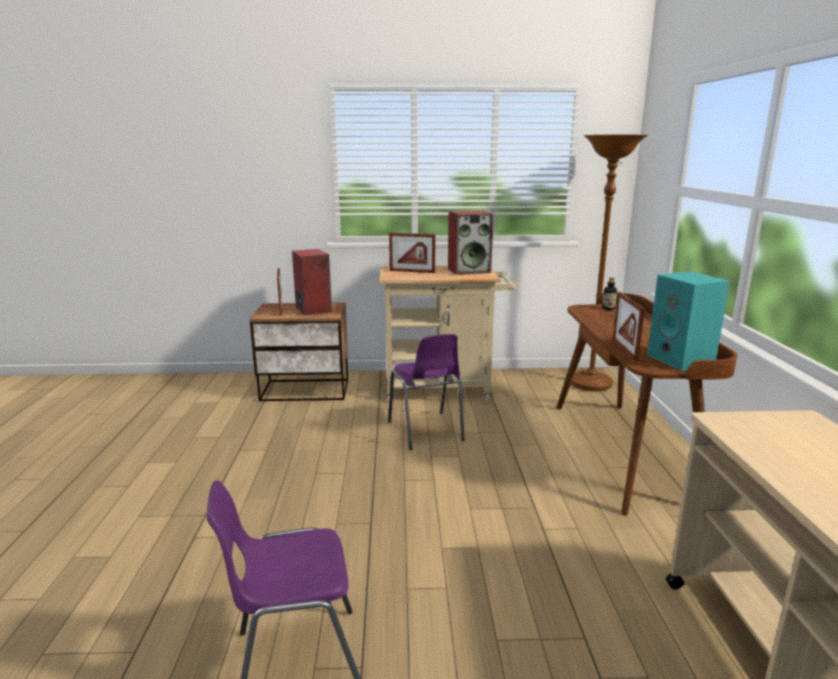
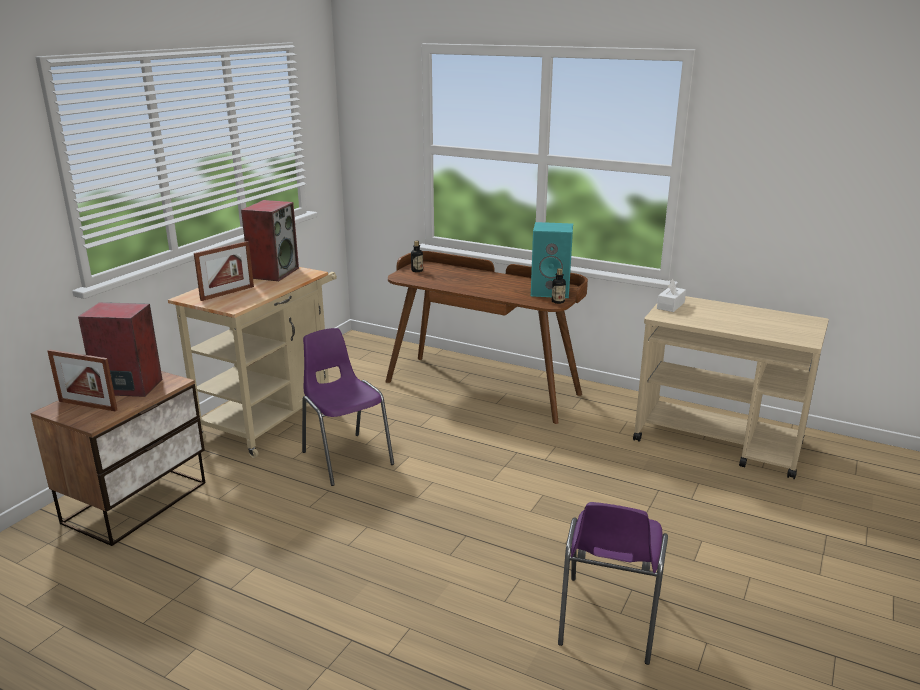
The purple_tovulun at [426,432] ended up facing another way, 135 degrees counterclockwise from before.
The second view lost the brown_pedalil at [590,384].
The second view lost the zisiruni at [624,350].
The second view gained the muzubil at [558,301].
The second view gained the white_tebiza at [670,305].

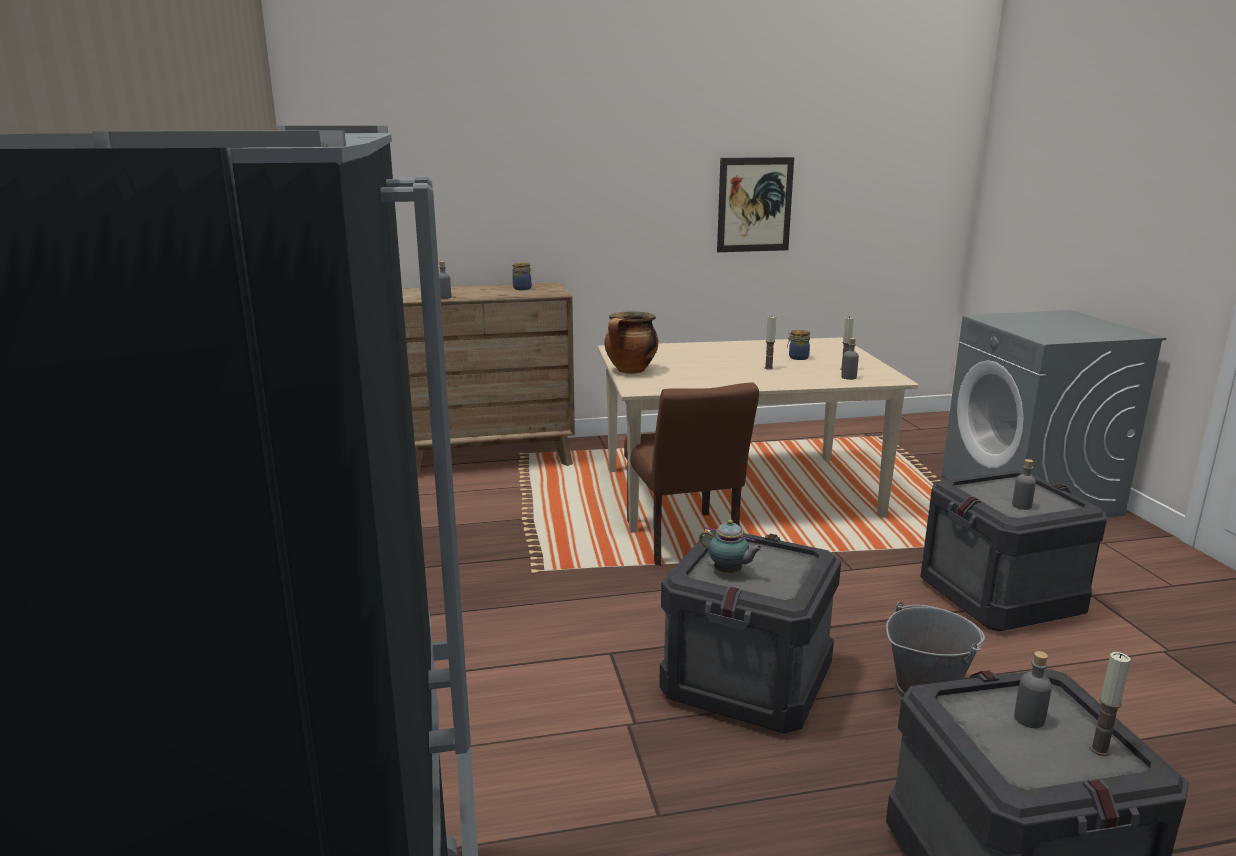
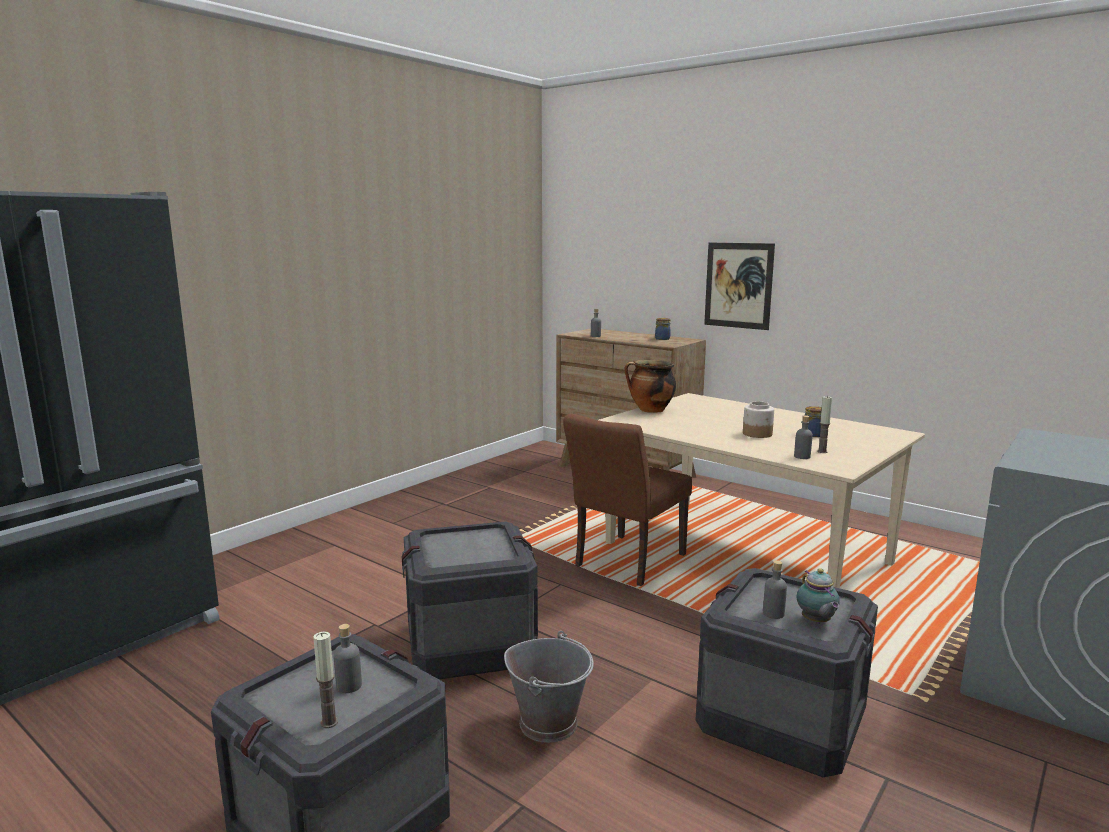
The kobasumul ended up elsewhere, having gone from [729,572] to [816,622].
The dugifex ended up elsewhere, having gone from [754,205] to [738,285].
Where the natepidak stood at [768,368], the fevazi came to stand at [757,434].

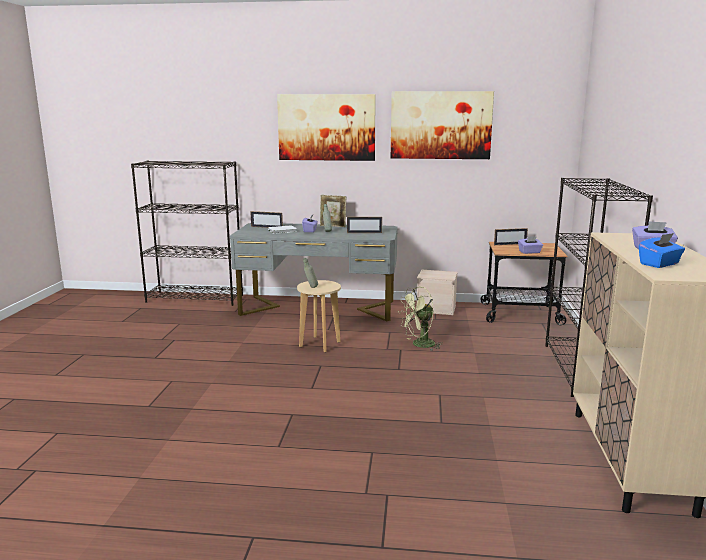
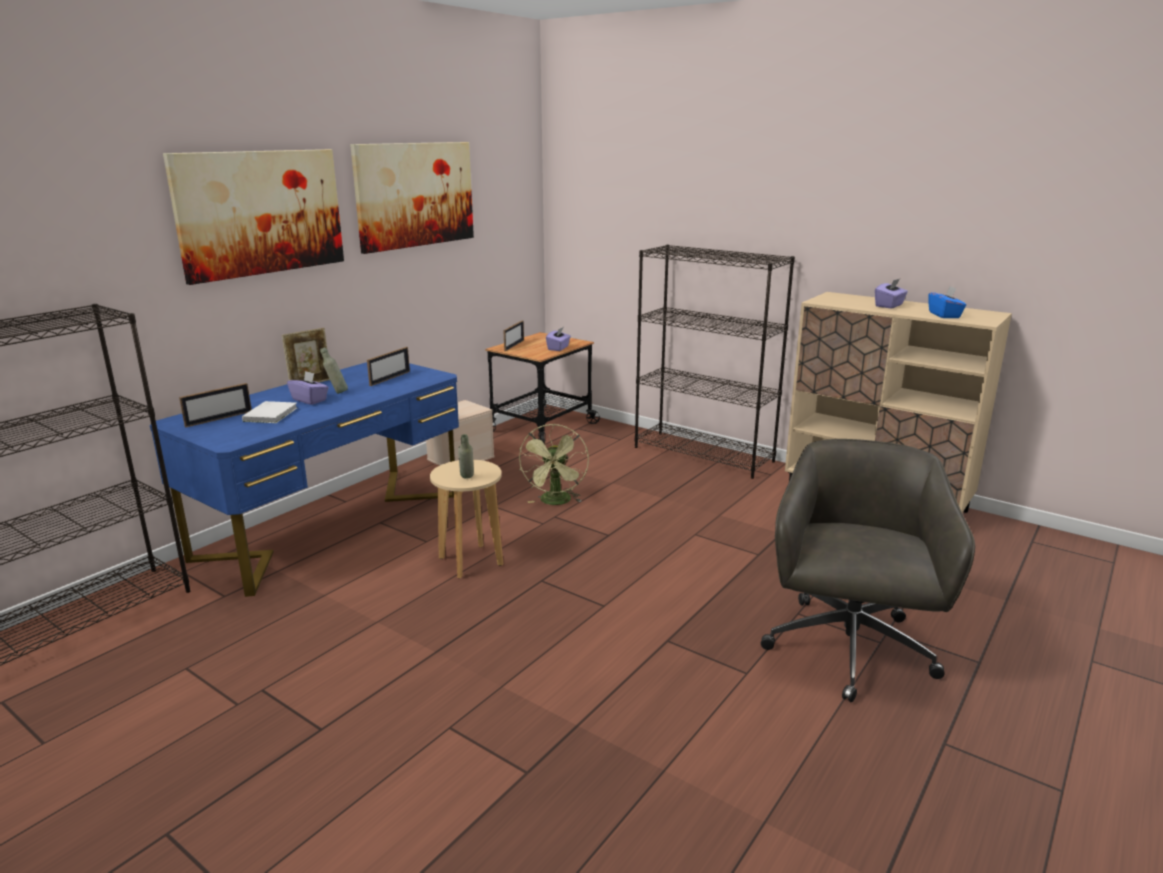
What was the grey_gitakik at [318,308] turned into the blue_gitakik at [333,525].
The second view gained the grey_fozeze at [848,651].

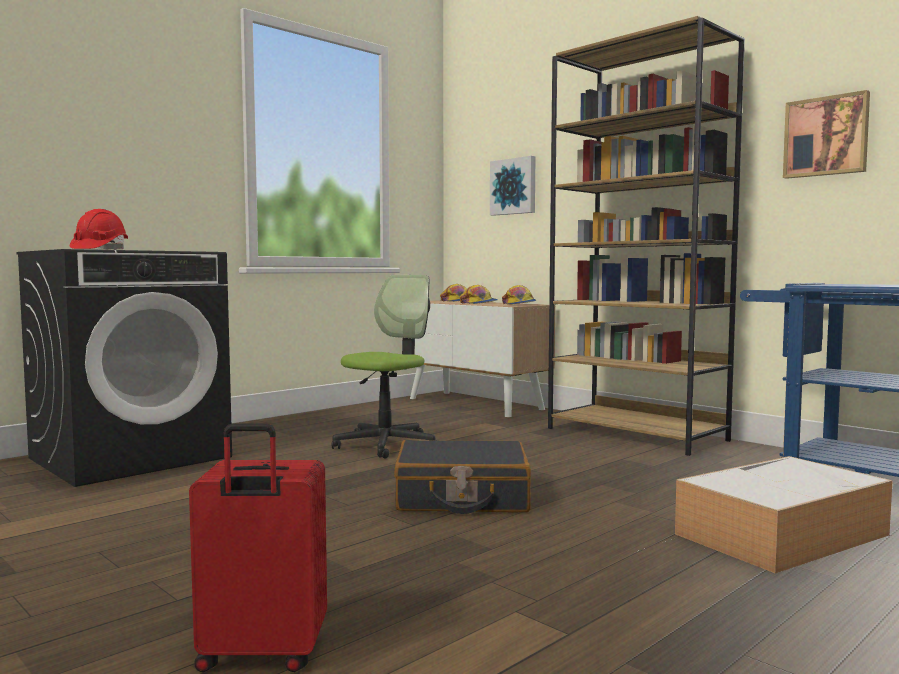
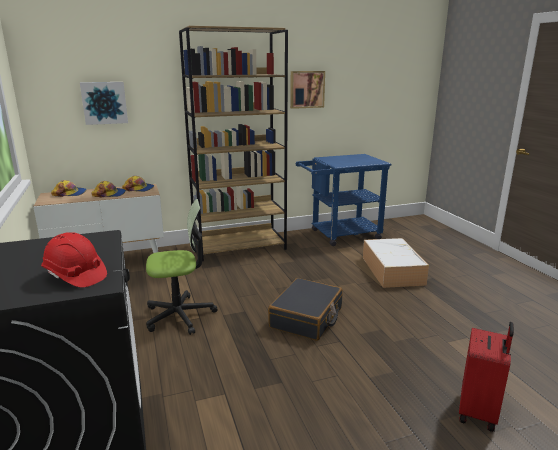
The fozeze at [387,445] ended up facing another way, 105 degrees clockwise from before.

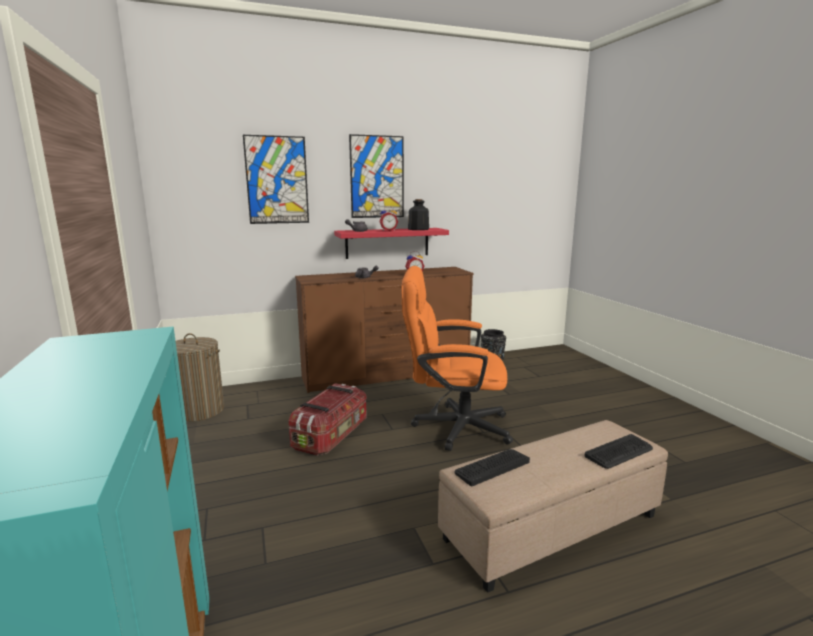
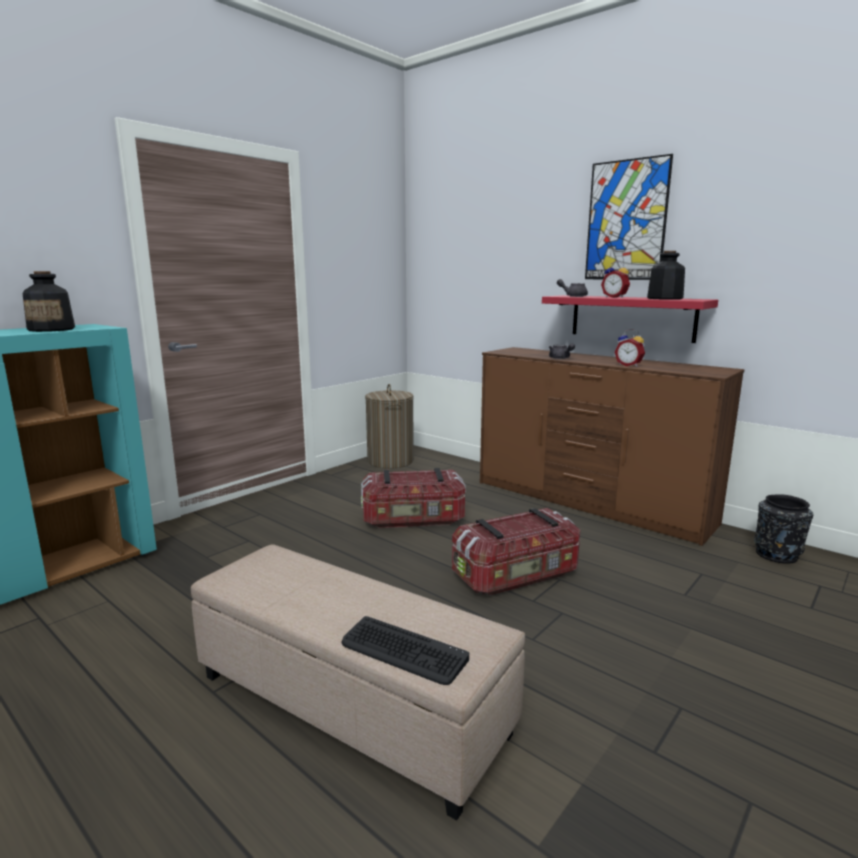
The second view lost the dugifex at [277,180].
Where the orange_fozeze stood at [452,427], the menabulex came to stand at [517,576].
The second view lost the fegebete at [492,467].
The second view gained the muzubil at [52,329].

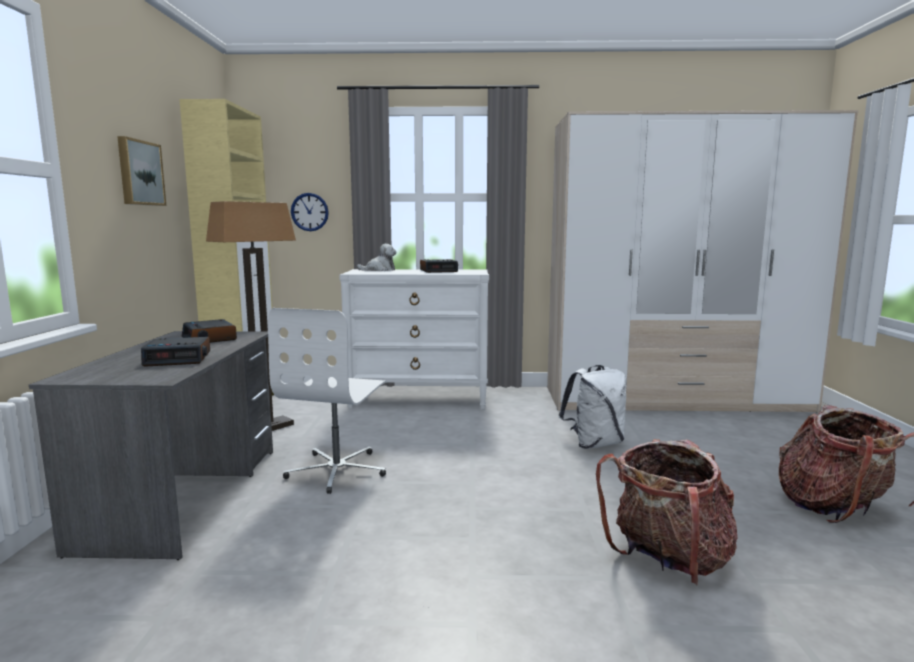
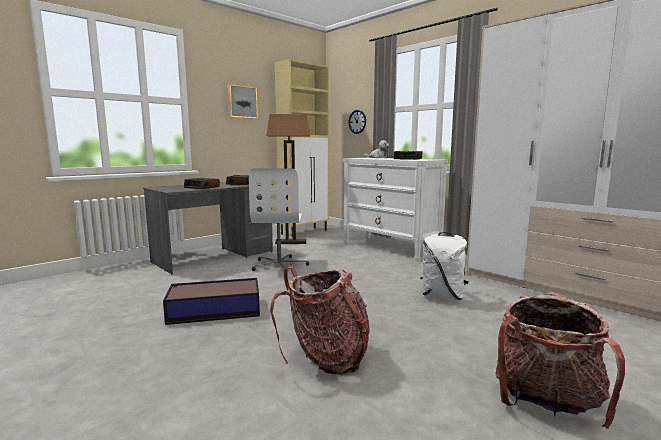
The white_fozeze at [338,470] ended up facing another way, 60 degrees counterclockwise from before.
The second view gained the menabulex at [213,310].

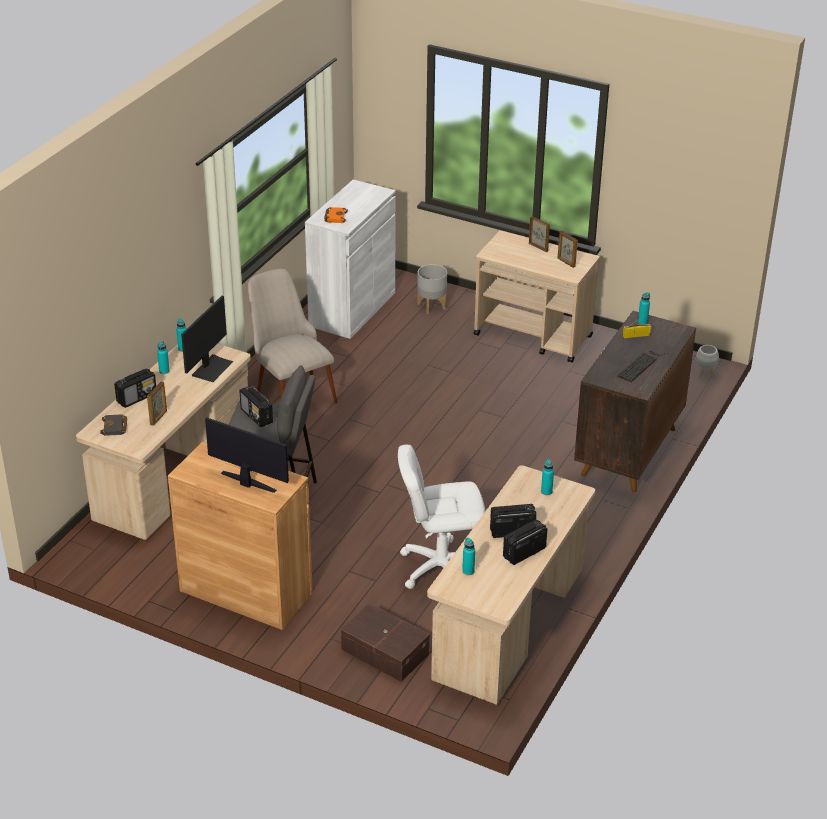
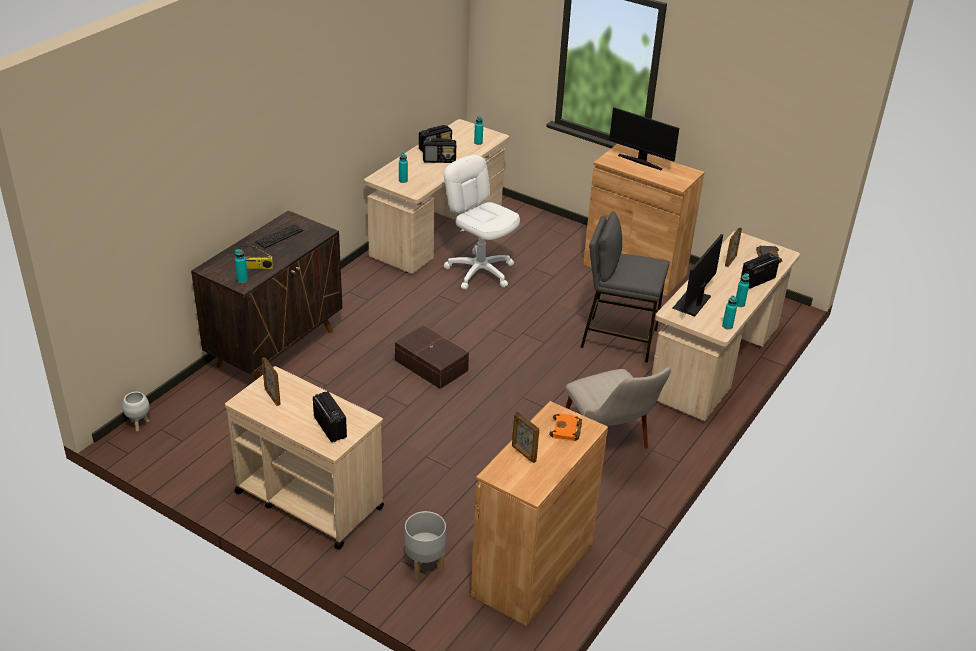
The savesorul ended up elsewhere, having gone from [257,416] to [330,427].
What was the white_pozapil at [352,309] turned into the brown_pozapil at [533,569].
The brown_menabulex ended up elsewhere, having gone from [385,650] to [431,366].
The white_fozeze at [440,568] ended up facing another way, 135 degrees counterclockwise from before.
The zisiruni ended up elsewhere, having gone from [538,247] to [523,453].

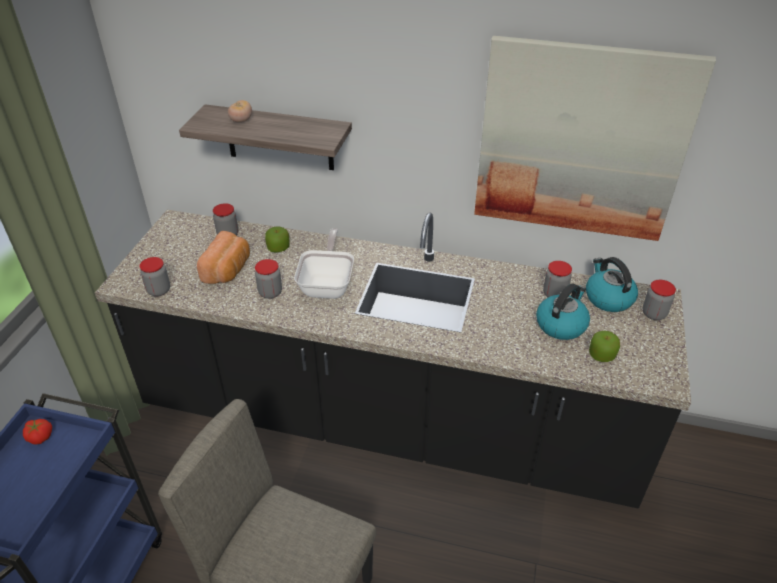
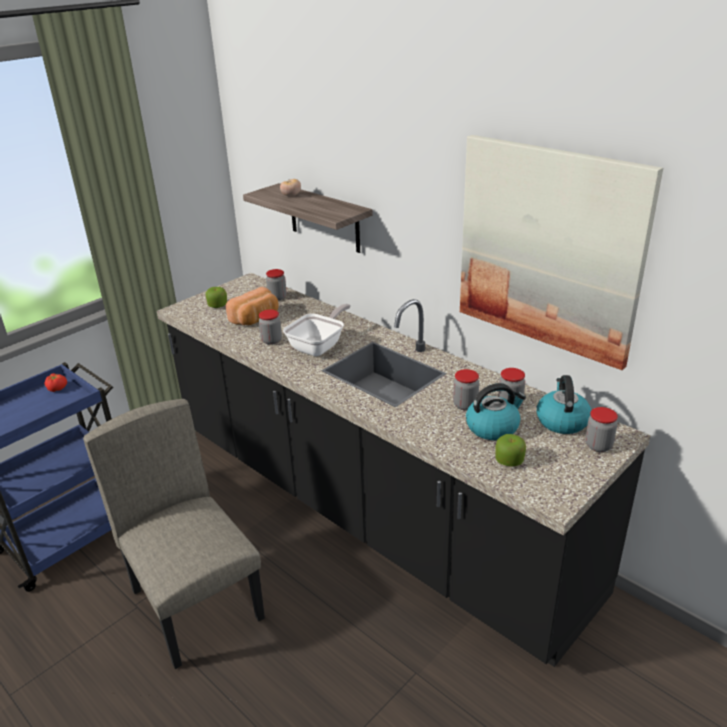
The fevazi ended up elsewhere, having gone from [159,290] to [465,405].
The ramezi ended up elsewhere, having gone from [278,248] to [217,305].

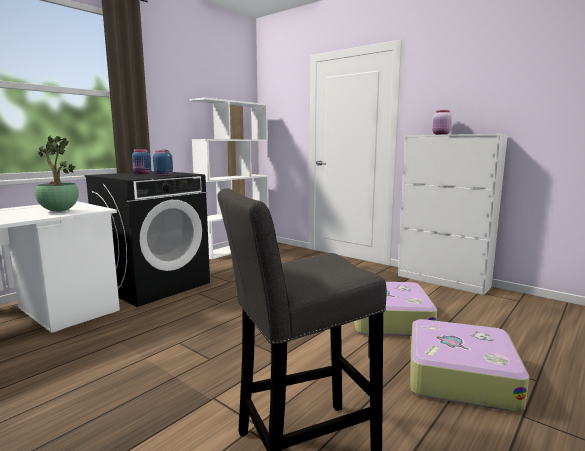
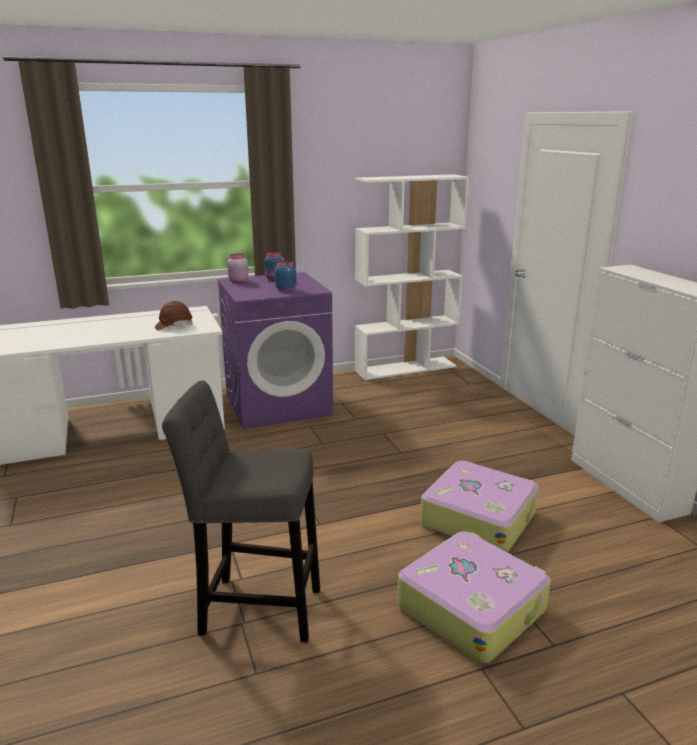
Where the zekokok stood at [58,211], the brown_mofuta came to stand at [174,326].
What was the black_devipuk at [155,285] turned into the purple_devipuk at [278,404].
The pink_fevazi ended up elsewhere, having gone from [441,134] to [238,281].

